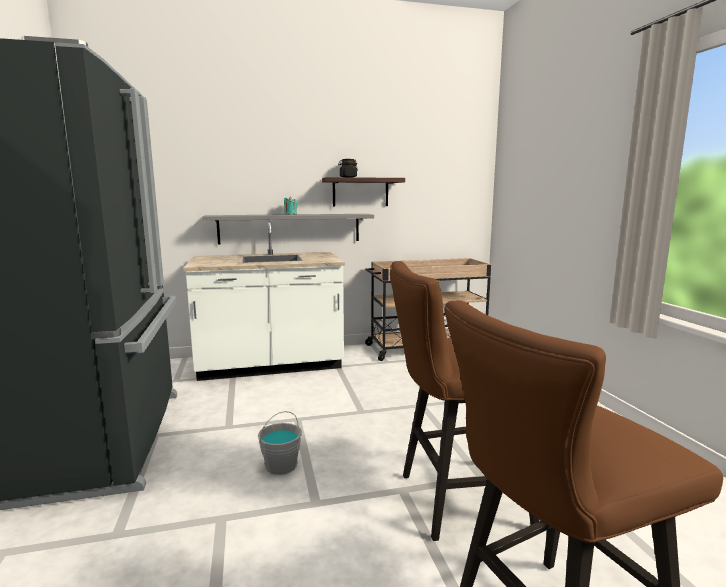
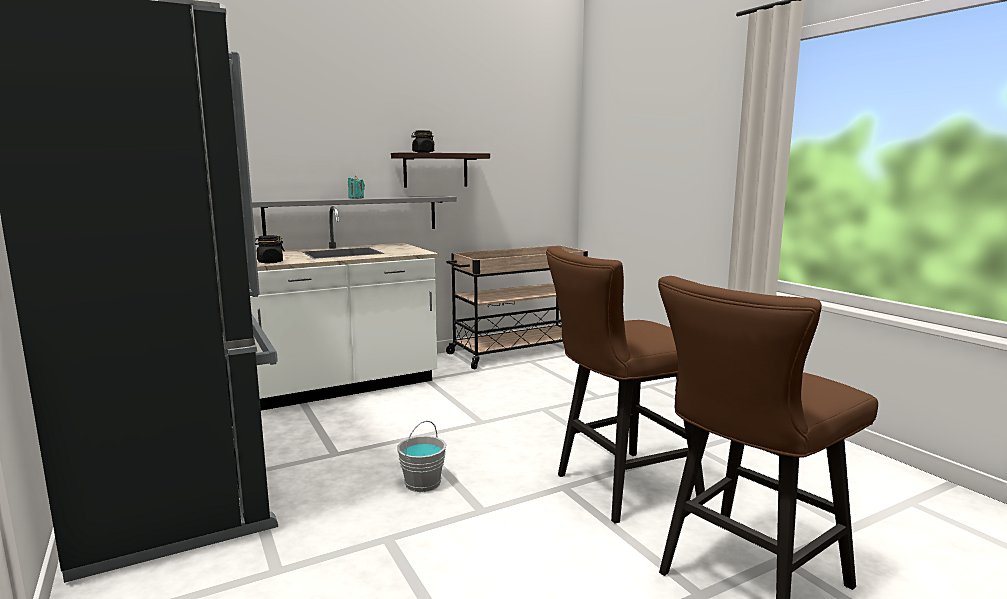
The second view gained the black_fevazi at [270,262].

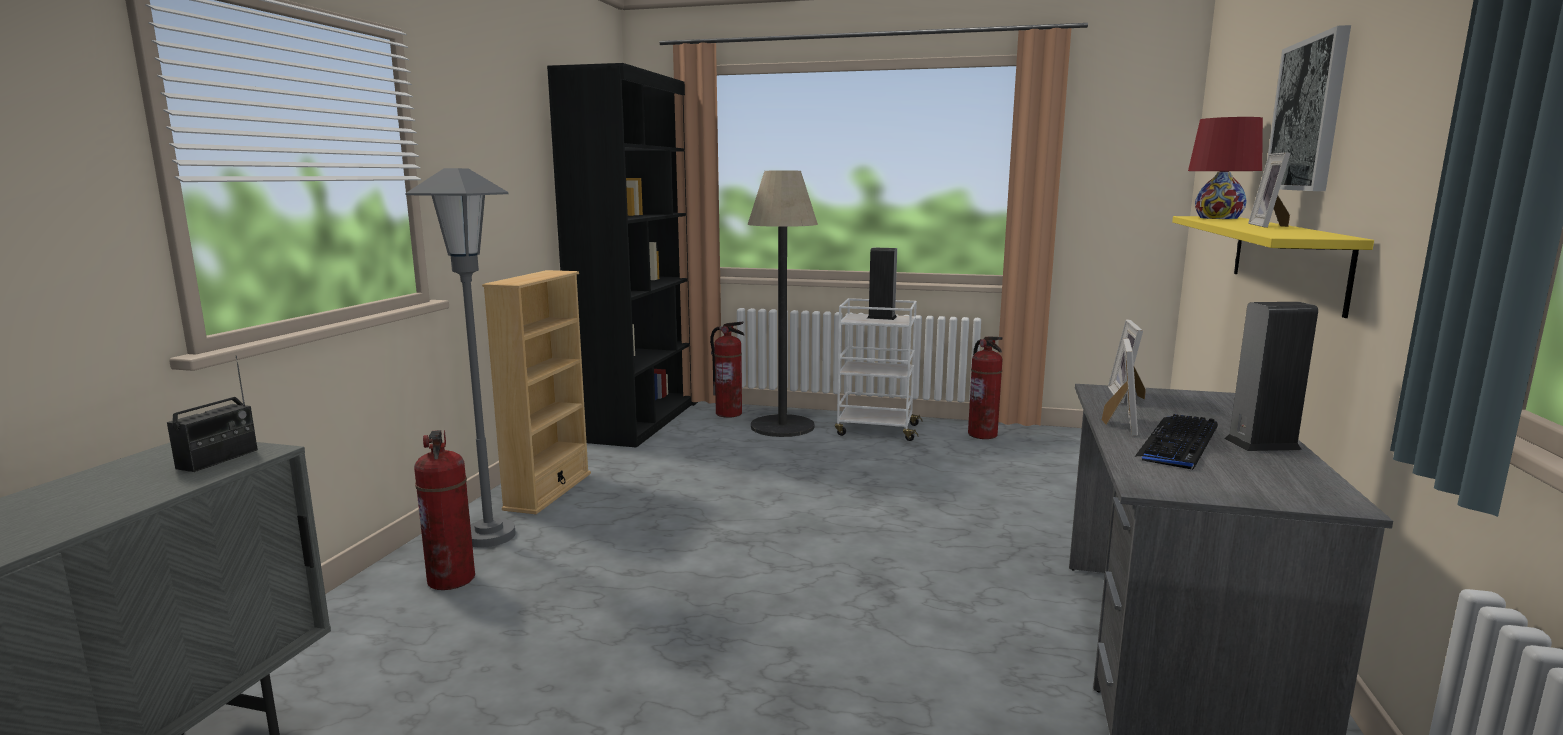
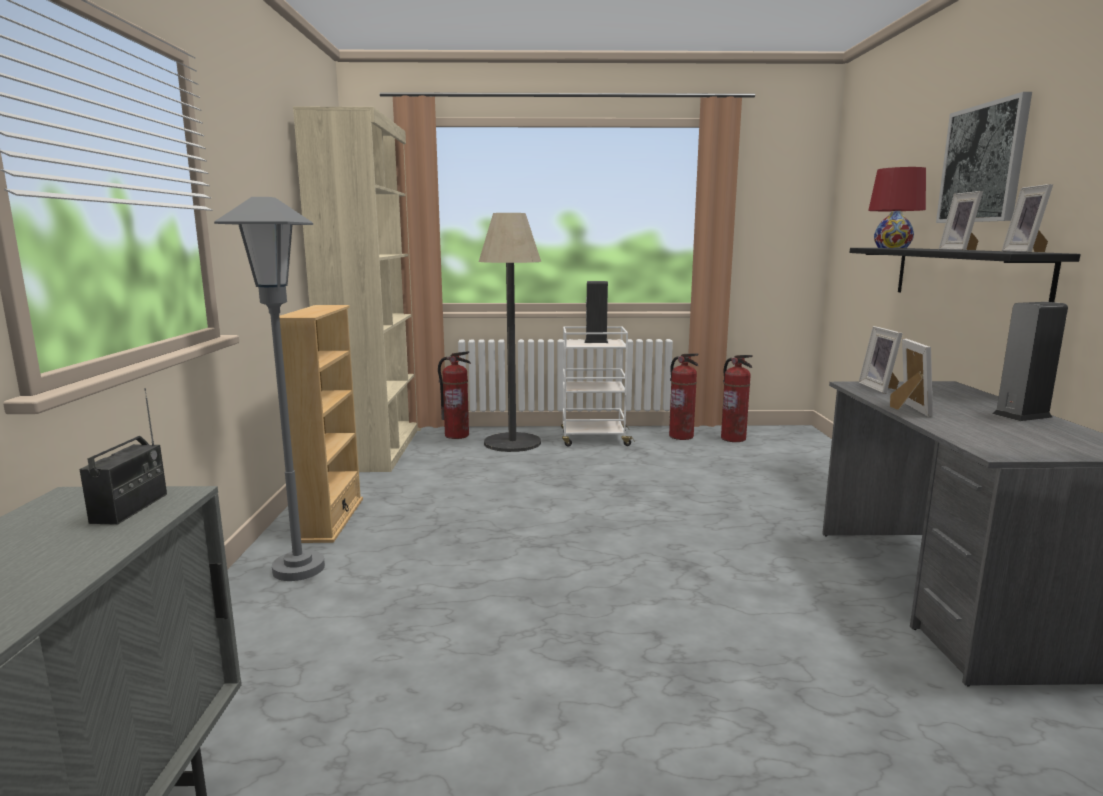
The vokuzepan ended up elsewhere, having gone from [451,579] to [733,438].
What was the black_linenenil at [640,420] turned into the beige_linenenil at [377,447].
The second view lost the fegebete at [1178,443].
What was the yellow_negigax at [1286,259] turned into the black_negigax at [965,276].
The second view gained the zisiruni at [1026,252].

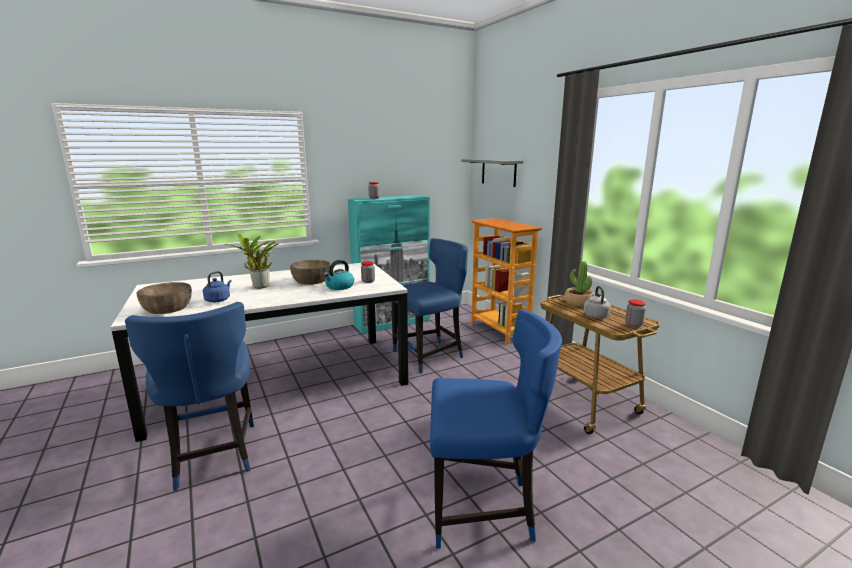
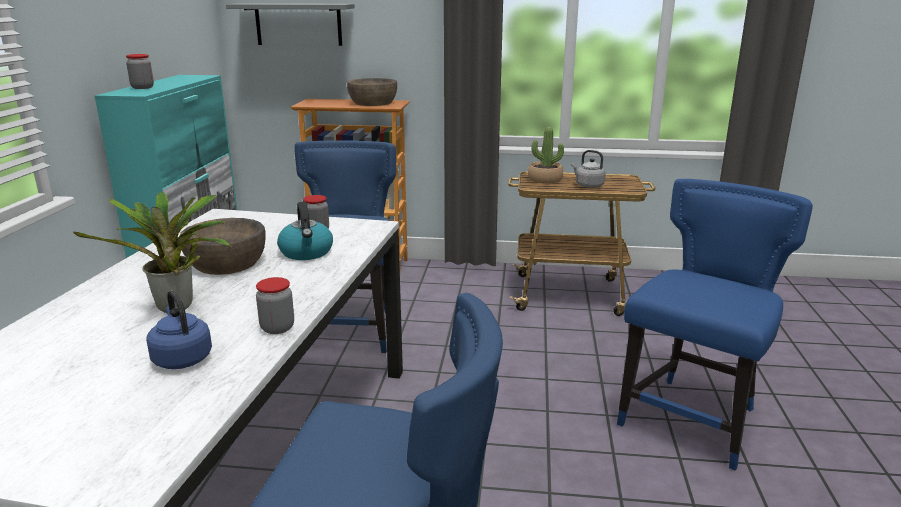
The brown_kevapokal ended up elsewhere, having gone from [167,308] to [373,103].
The fevazi ended up elsewhere, having gone from [633,324] to [277,328].

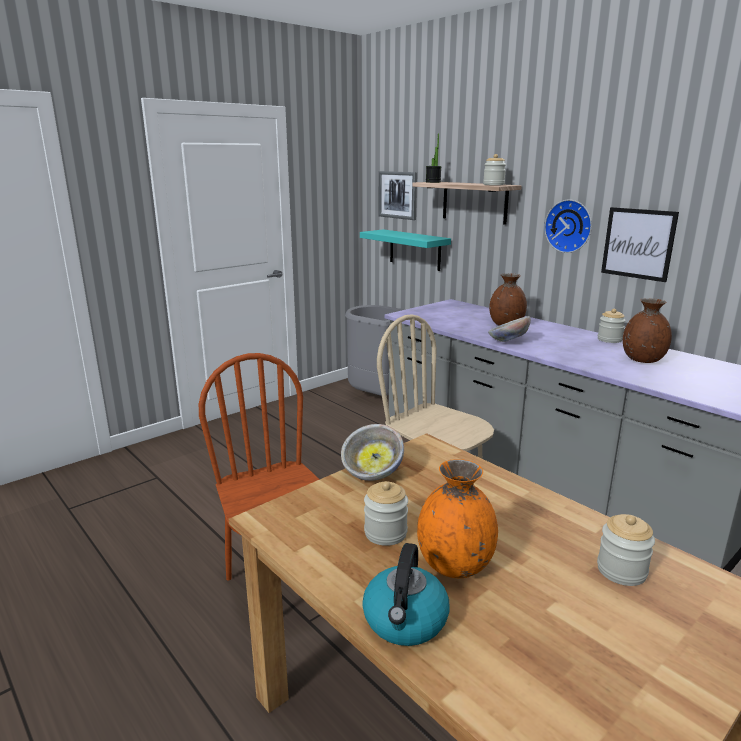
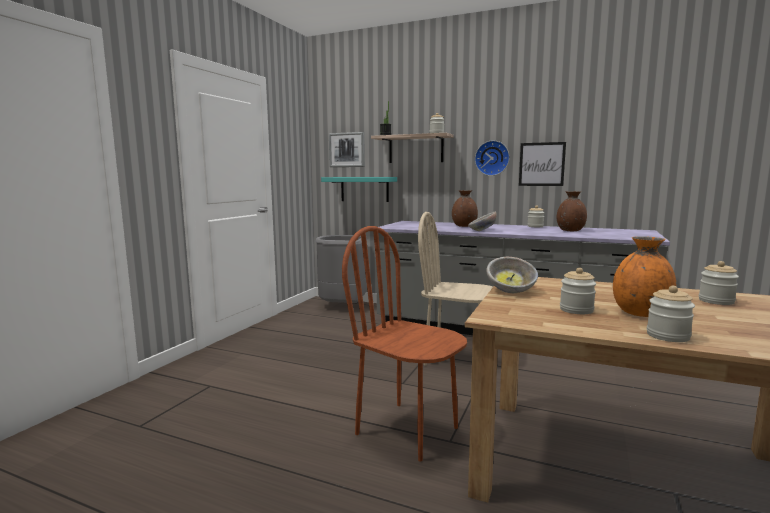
Where the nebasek stood at [405,621], the fevazi came to stand at [668,336].

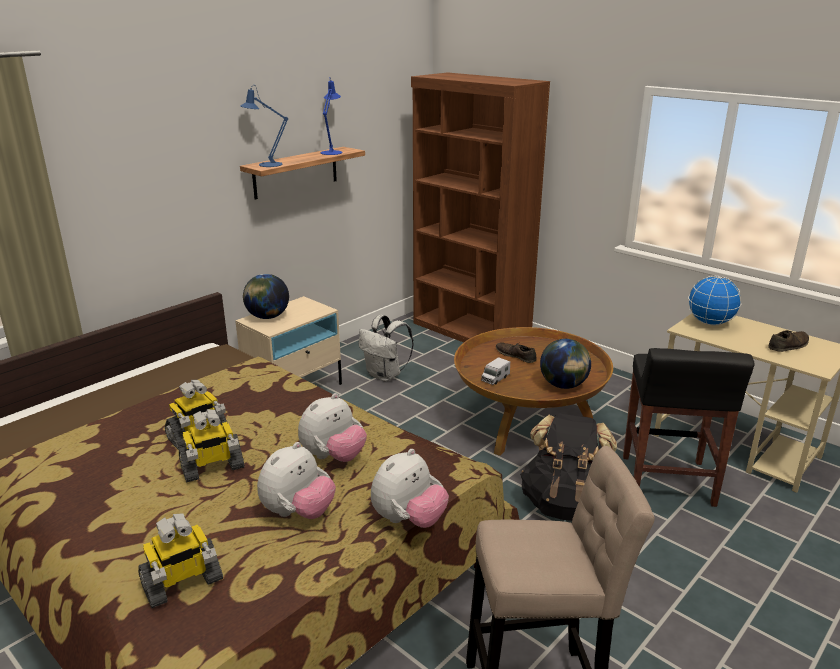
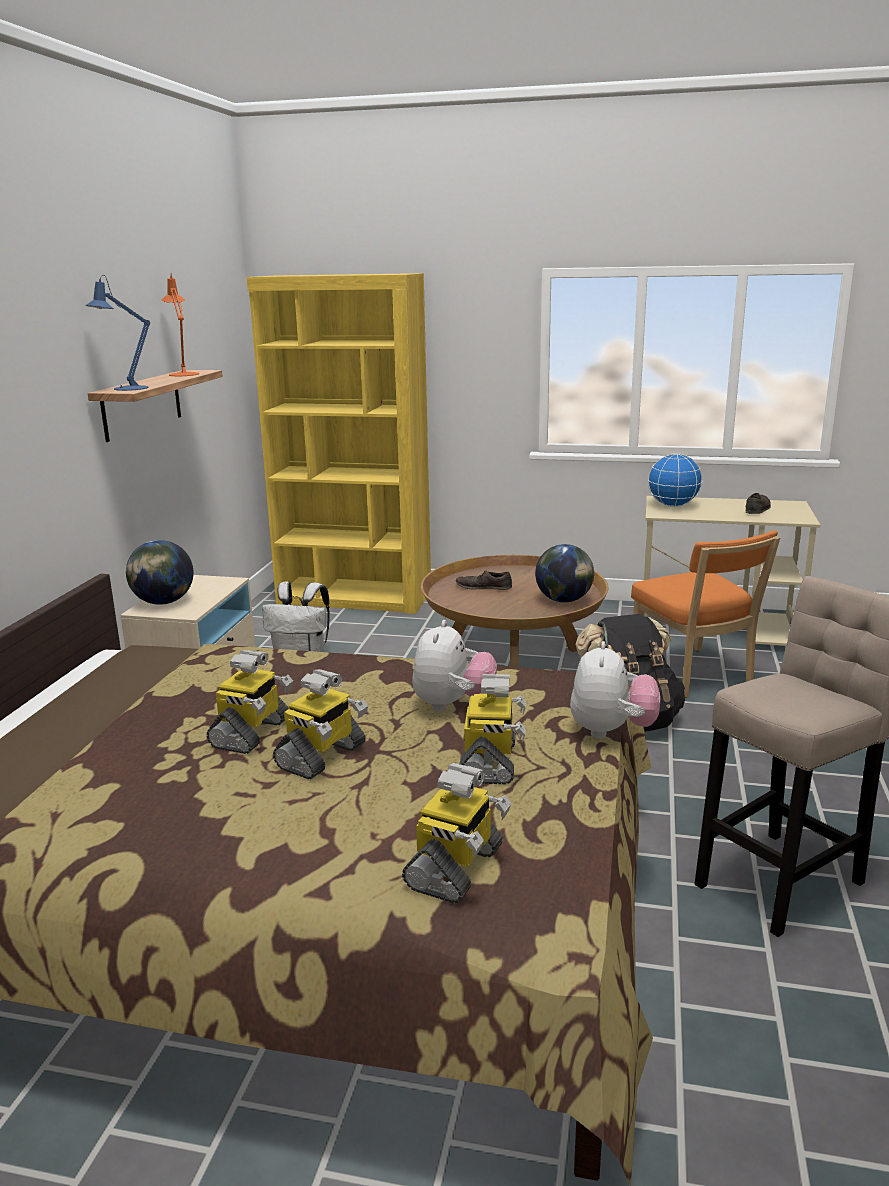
Where the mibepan stood at [298,512], the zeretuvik came to stand at [490,762].
What was the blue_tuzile at [332,152] turned into the orange_tuzile at [183,374].
What was the brown_linenenil at [470,332] turned into the yellow_linenenil at [355,598].
The second view lost the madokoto at [495,378].
Where the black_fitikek stood at [667,482], the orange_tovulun came to stand at [694,675].

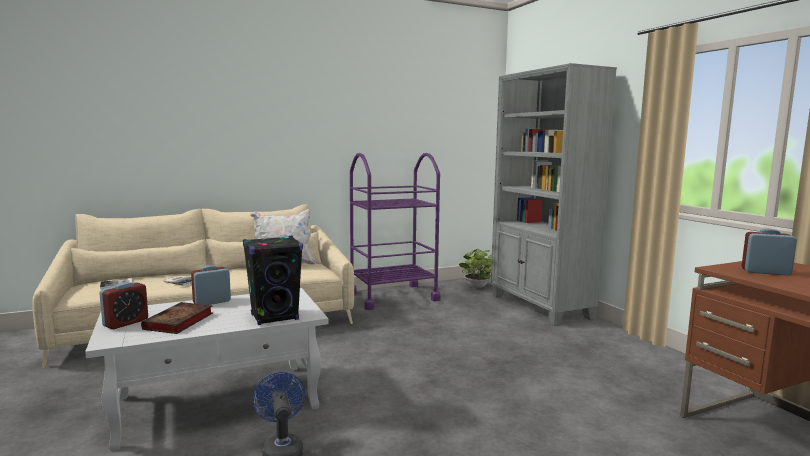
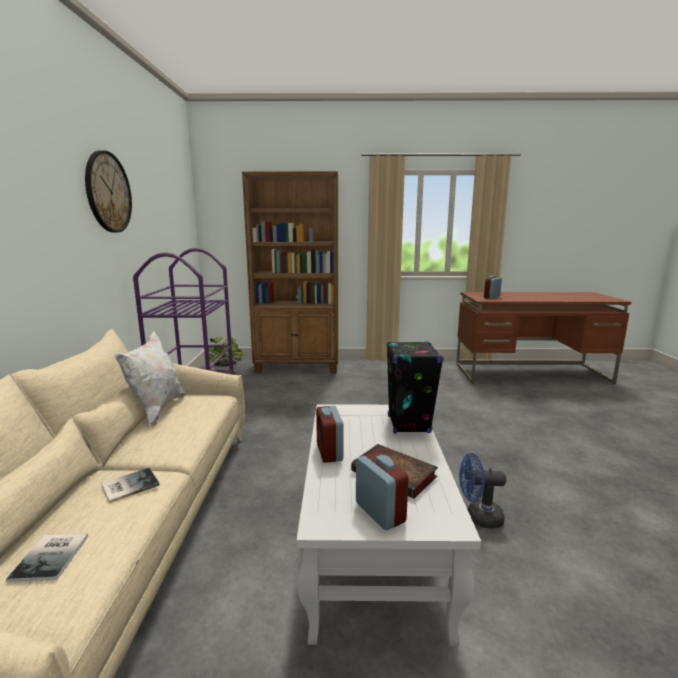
What was the grey_linenenil at [540,307] turned into the brown_linenenil at [298,367].
The second view gained the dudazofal at [108,192].

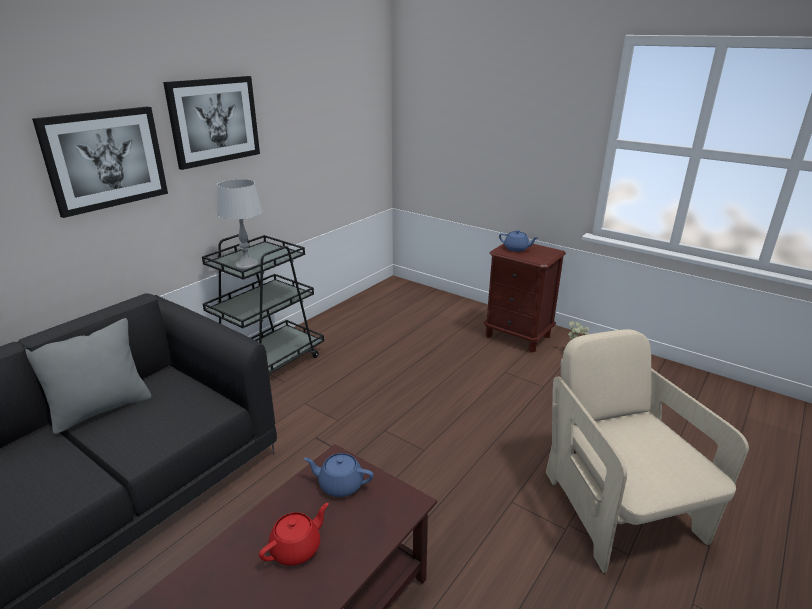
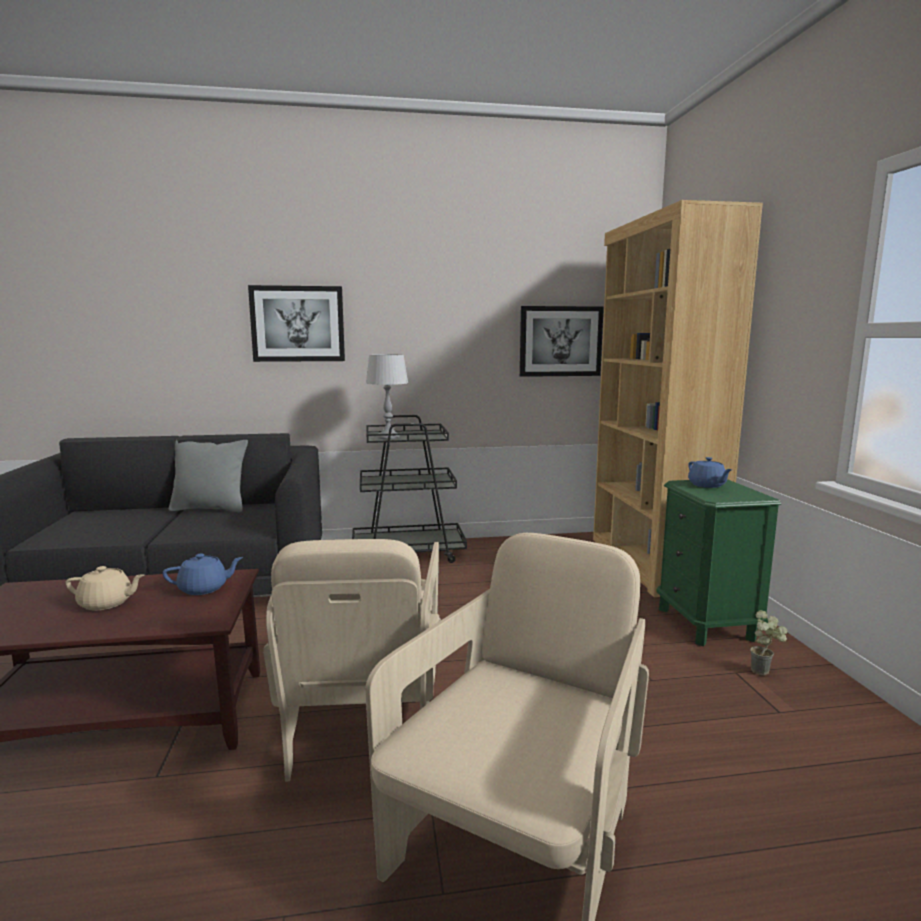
The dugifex ended up elsewhere, having gone from [214,121] to [560,341].
What was the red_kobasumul at [297,548] turned into the beige_kobasumul at [107,603].
The blue_kobasumul at [340,484] ended up facing another way, 105 degrees clockwise from before.
What was the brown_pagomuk at [517,336] turned into the green_pagomuk at [705,624].
The second view gained the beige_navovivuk at [363,718].
The second view gained the brown_linenenil at [650,563].

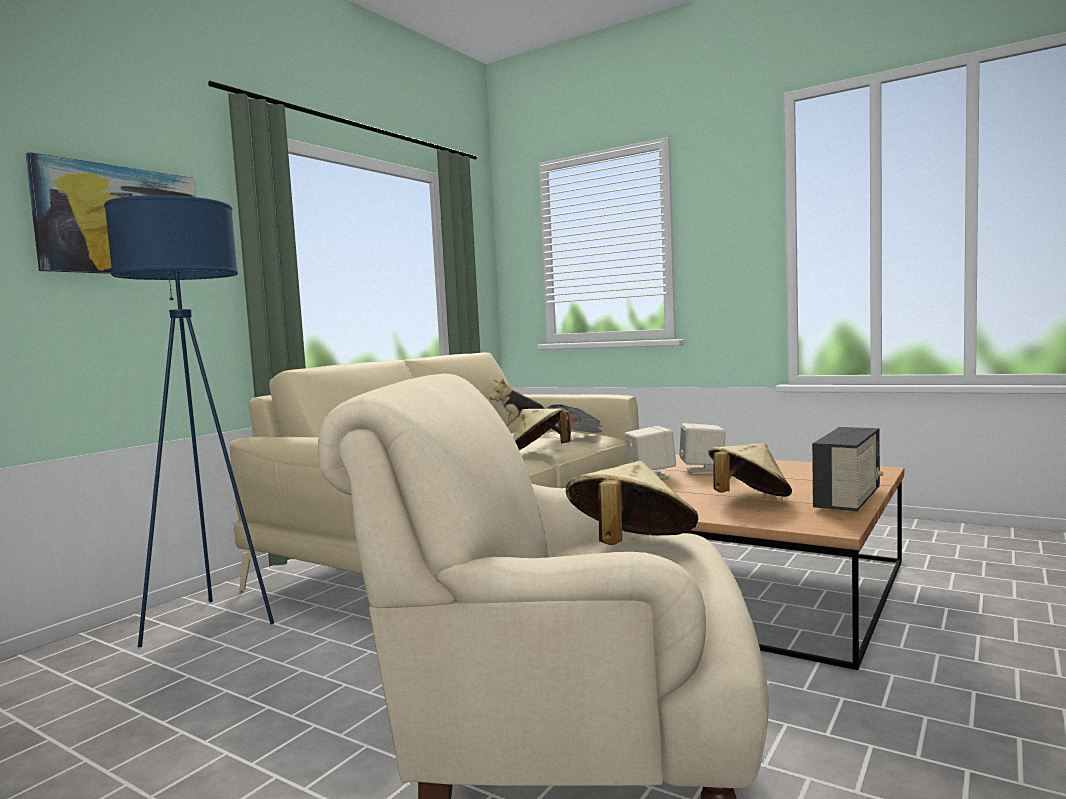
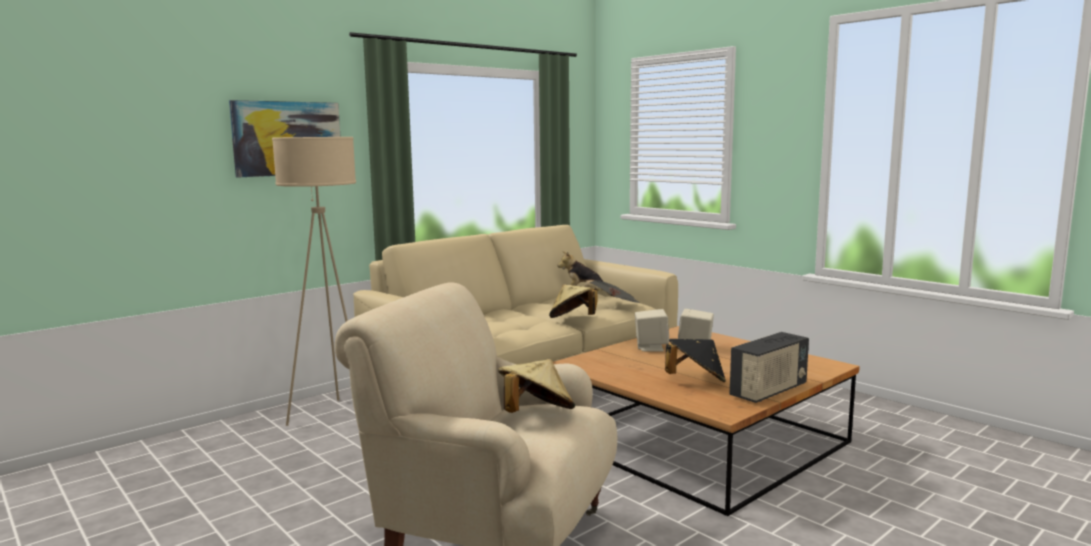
What was the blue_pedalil at [210,623] turned into the beige_pedalil at [332,415].
What was the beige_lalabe at [748,500] turned into the black_lalabe at [695,381].

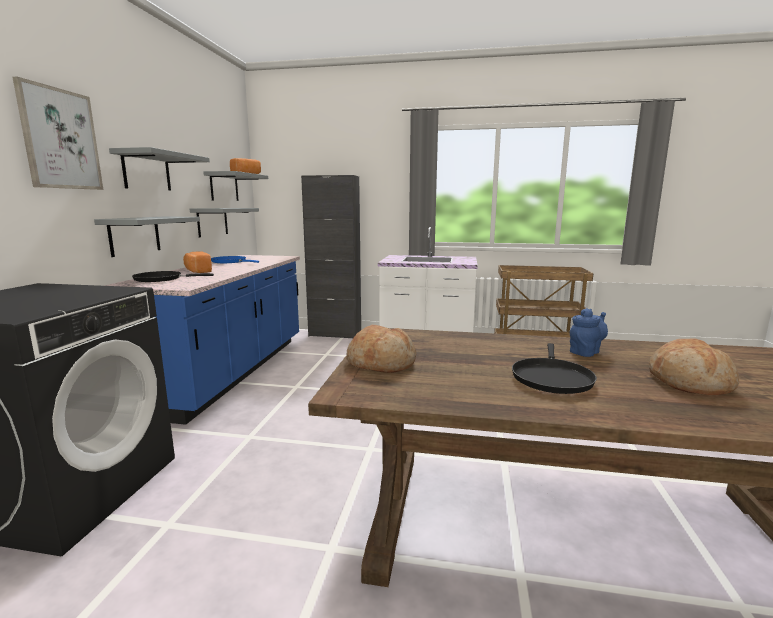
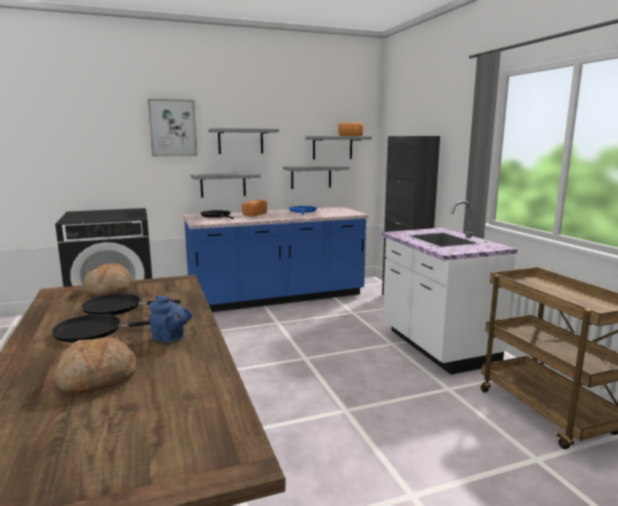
The second view gained the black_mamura at [117,308].

